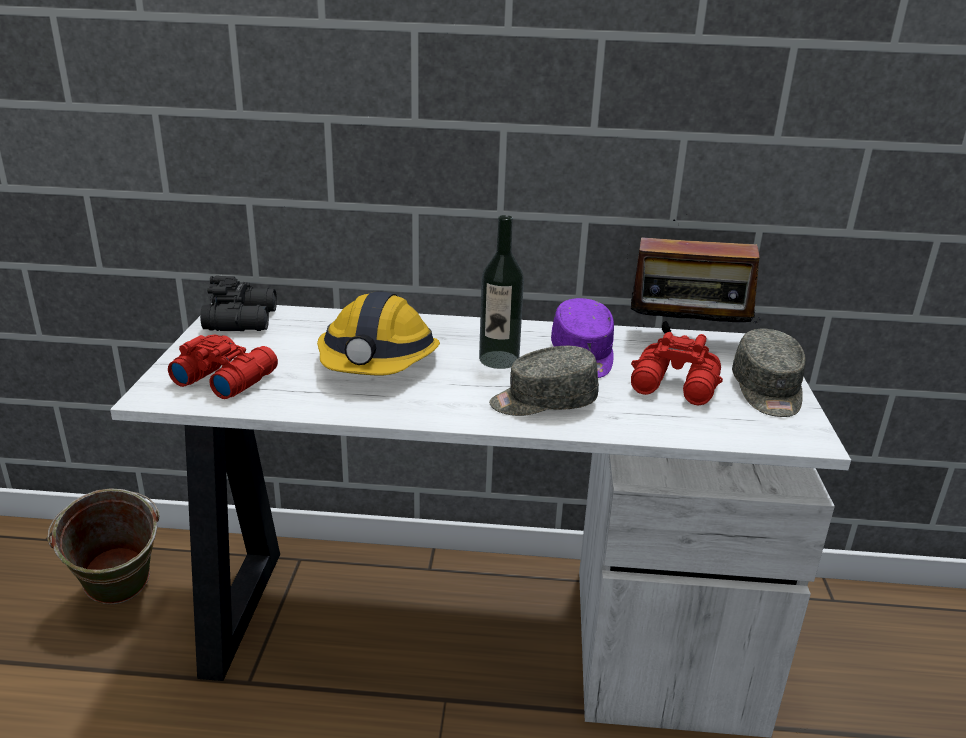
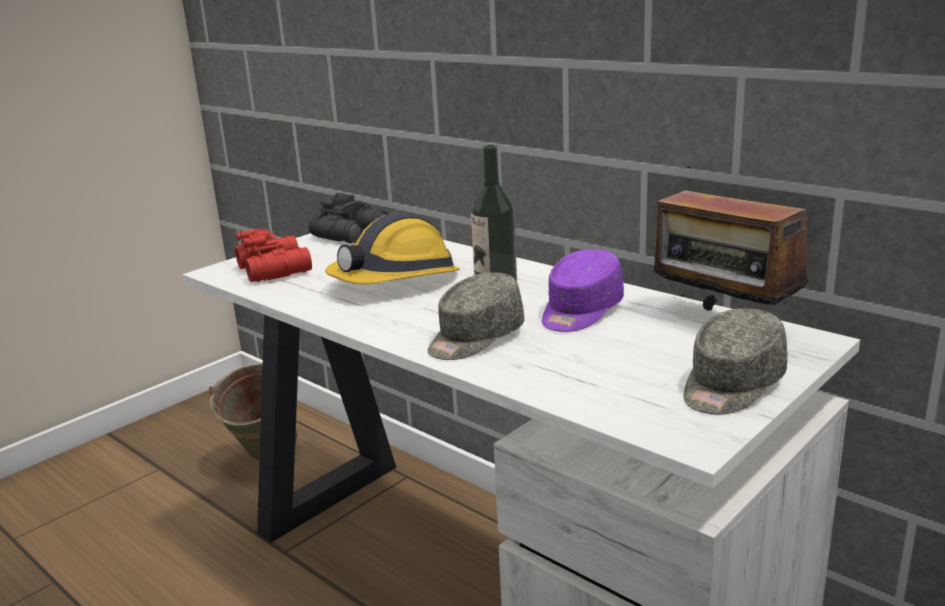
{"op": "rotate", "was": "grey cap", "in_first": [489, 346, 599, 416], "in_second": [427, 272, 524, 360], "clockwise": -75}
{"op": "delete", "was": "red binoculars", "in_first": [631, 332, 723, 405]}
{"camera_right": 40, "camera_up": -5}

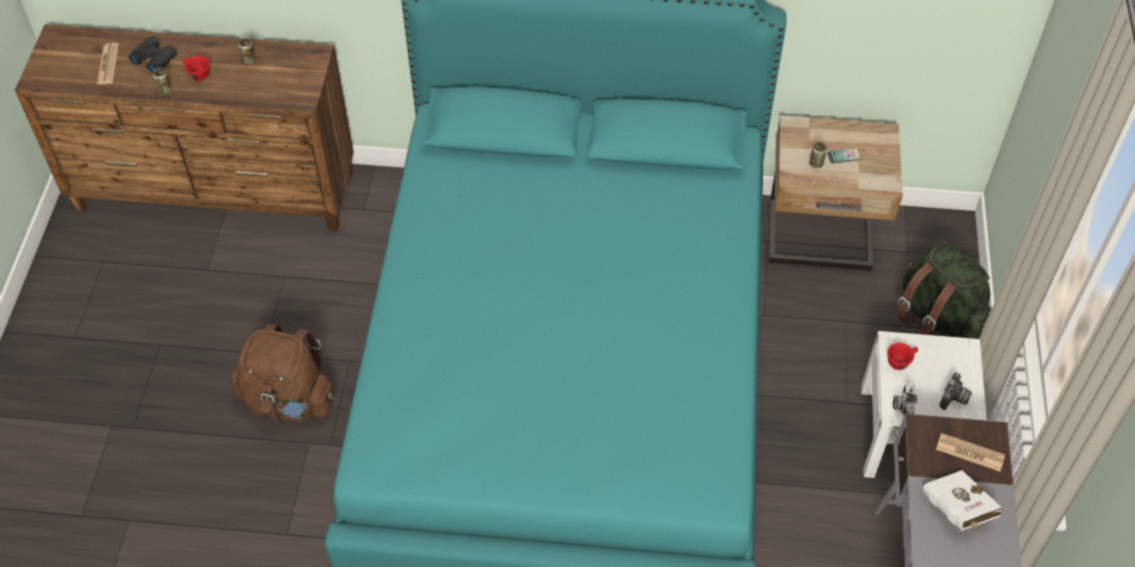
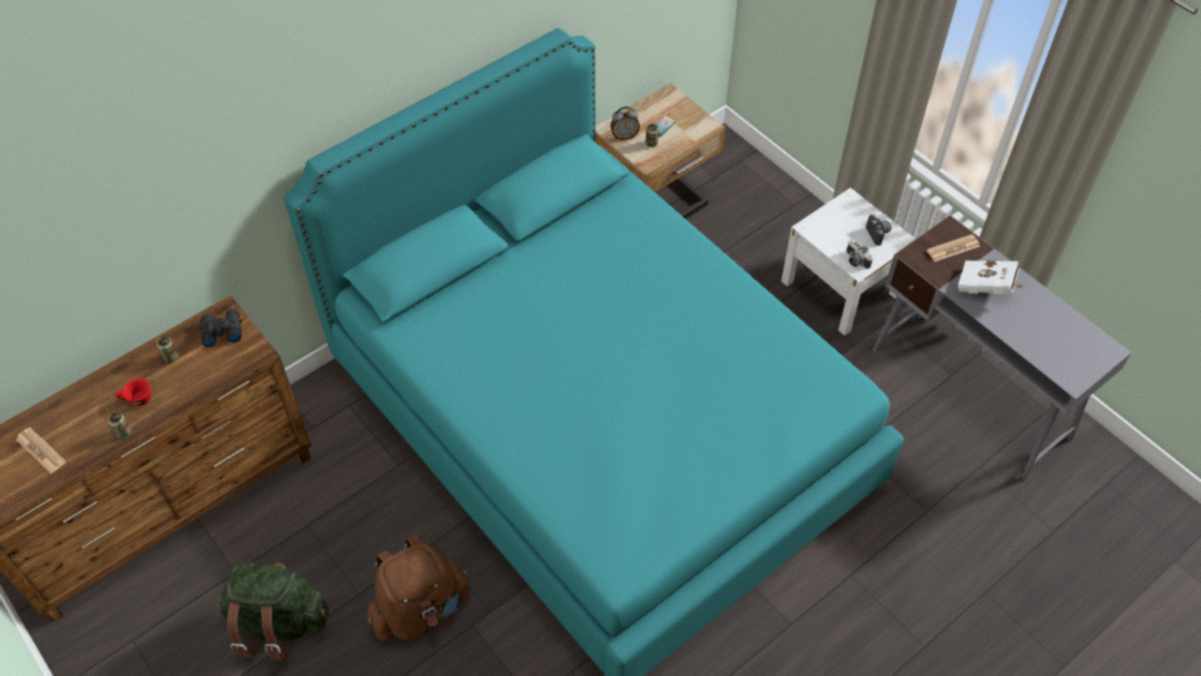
{"op": "move", "was": "black binoculars", "in_first": [129, 37, 177, 73], "in_second": [198, 309, 242, 347]}
{"op": "move", "was": "green backpack", "in_first": [897, 242, 992, 339], "in_second": [218, 563, 328, 661]}
{"op": "insert", "now": "alarm clock", "in_second": [610, 107, 640, 140]}
{"op": "delete", "was": "red cup", "in_first": [887, 343, 918, 370]}
{"camera_right": -45, "camera_up": 0}

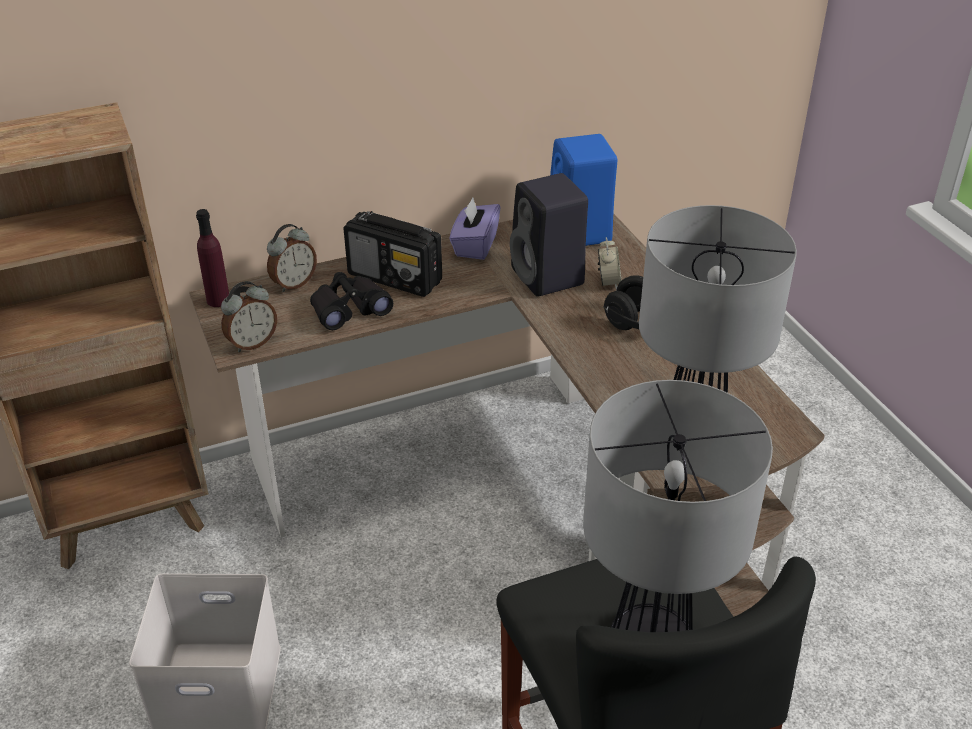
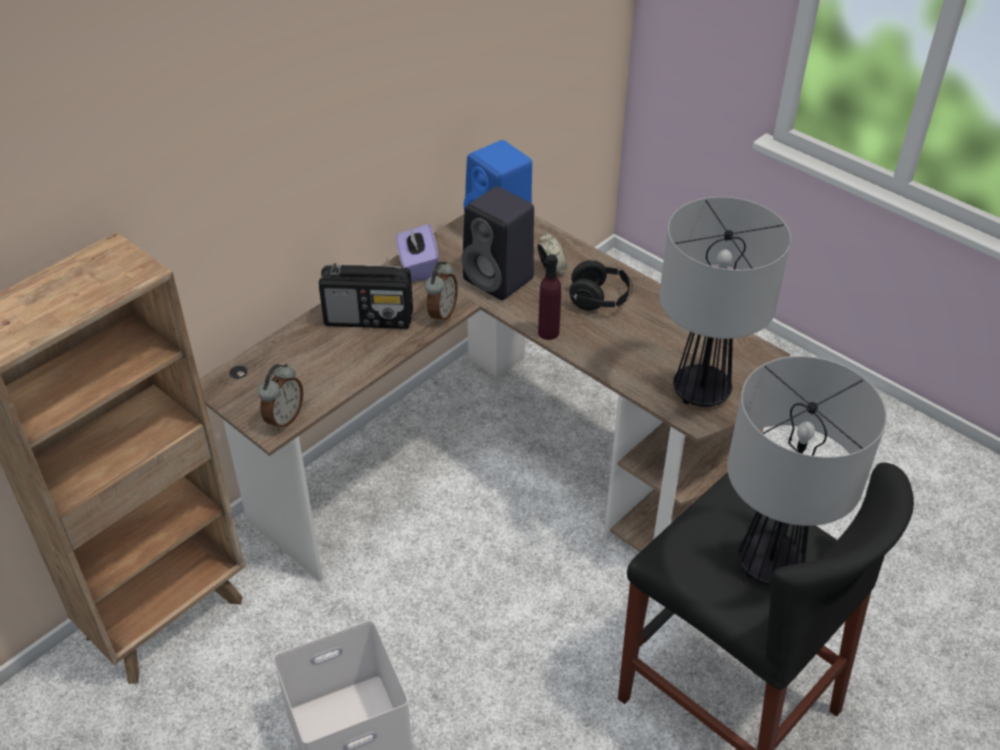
{"op": "move", "was": "alarm clock", "in_first": [267, 224, 317, 292], "in_second": [425, 261, 458, 324]}
{"op": "move", "was": "purple bottle", "in_first": [196, 209, 229, 307], "in_second": [538, 254, 561, 340]}
{"op": "delete", "was": "black binoculars", "in_first": [310, 272, 393, 330]}
{"camera_right": -25, "camera_up": 5}

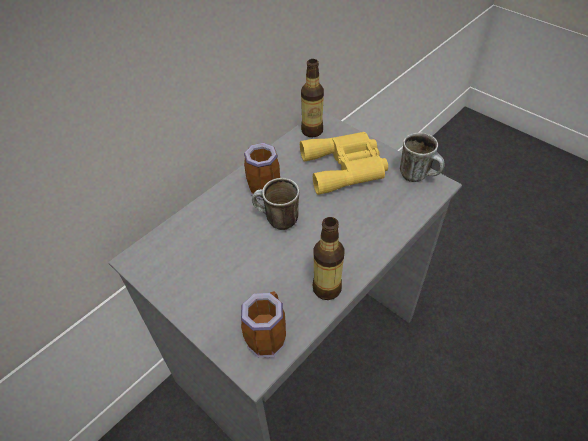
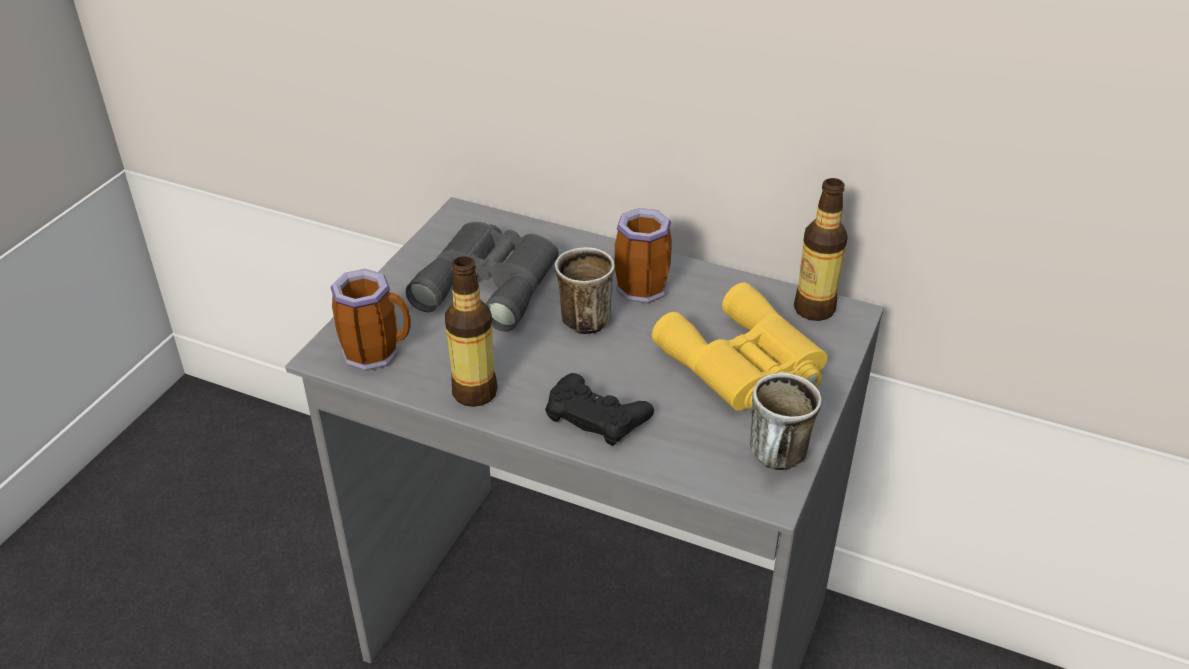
{"op": "insert", "now": "grey binoculars", "in_second": [406, 222, 559, 332]}
{"op": "insert", "now": "black game controller", "in_second": [545, 373, 654, 446]}
{"camera_right": 70, "camera_up": -10}

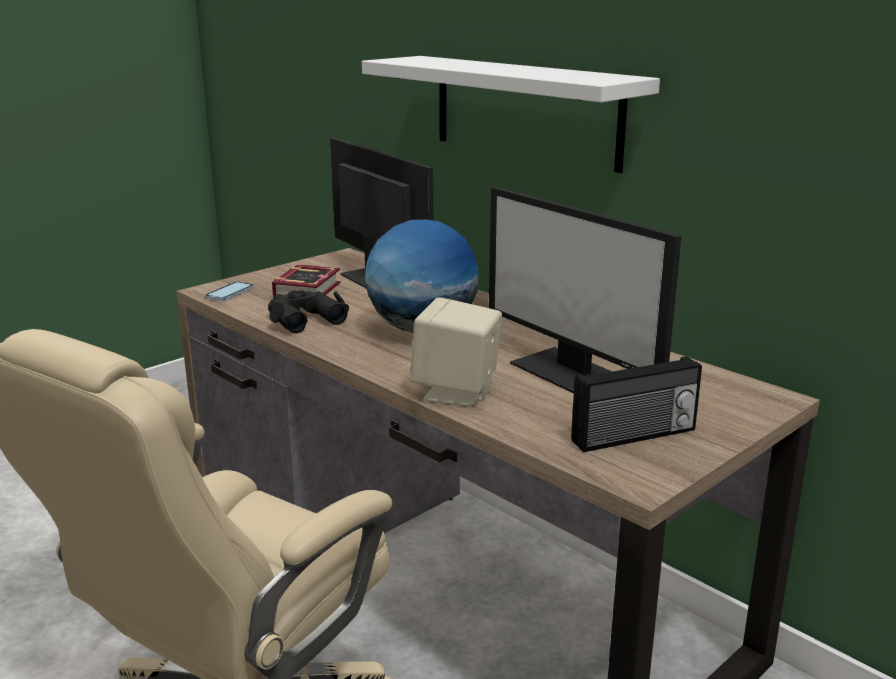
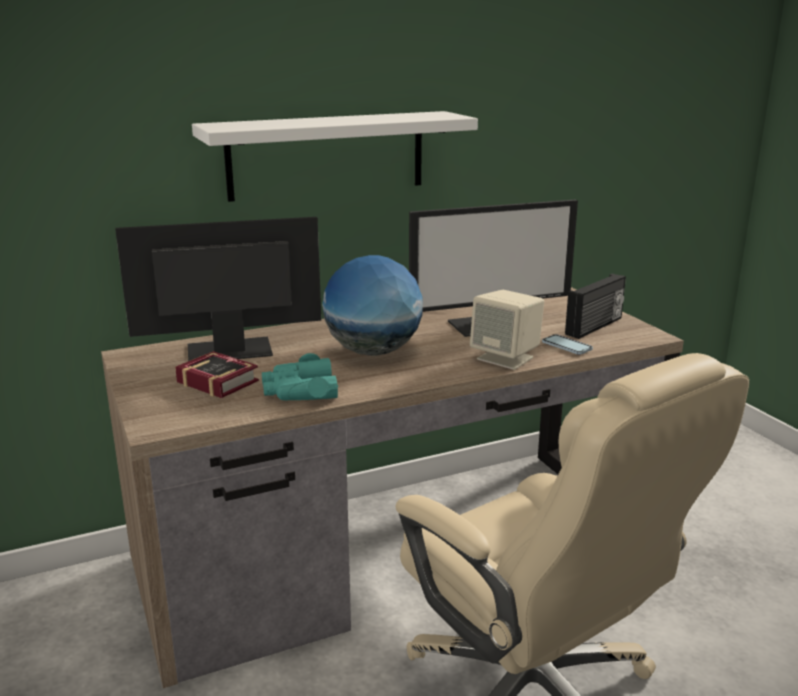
{"op": "recolor", "was": "black binoculars", "now": "turquoise binoculars", "in_first": [268, 290, 349, 333], "in_second": [262, 353, 338, 400]}
{"op": "move", "was": "phone", "in_first": [205, 281, 254, 301], "in_second": [542, 334, 593, 355]}
{"op": "rotate", "was": "radio", "in_first": [571, 356, 702, 452], "in_second": [565, 274, 626, 339], "clockwise": 45}
{"camera_right": -70, "camera_up": 0}

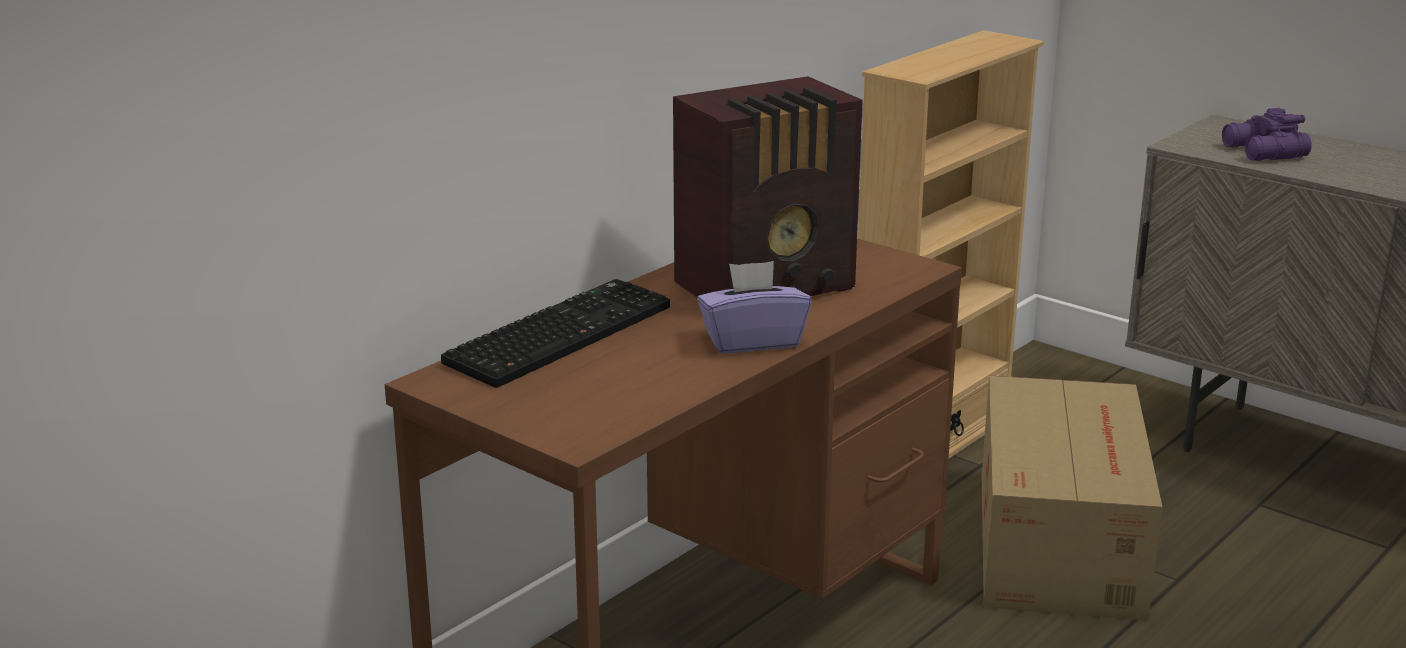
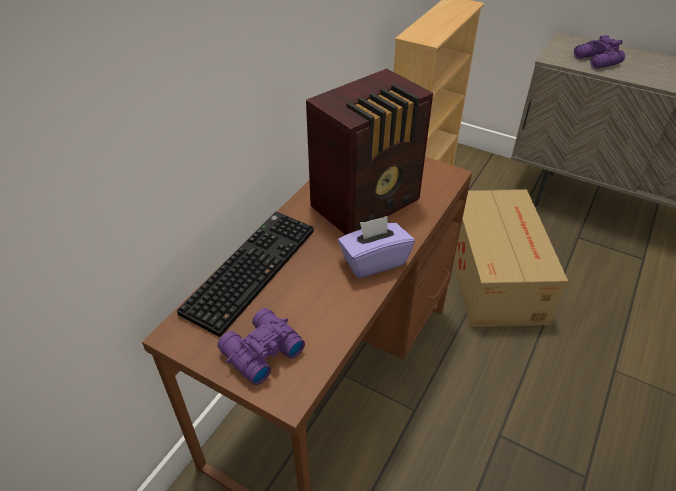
{"op": "insert", "now": "purple binoculars", "in_second": [218, 308, 305, 385]}
{"camera_right": -10, "camera_up": 20}

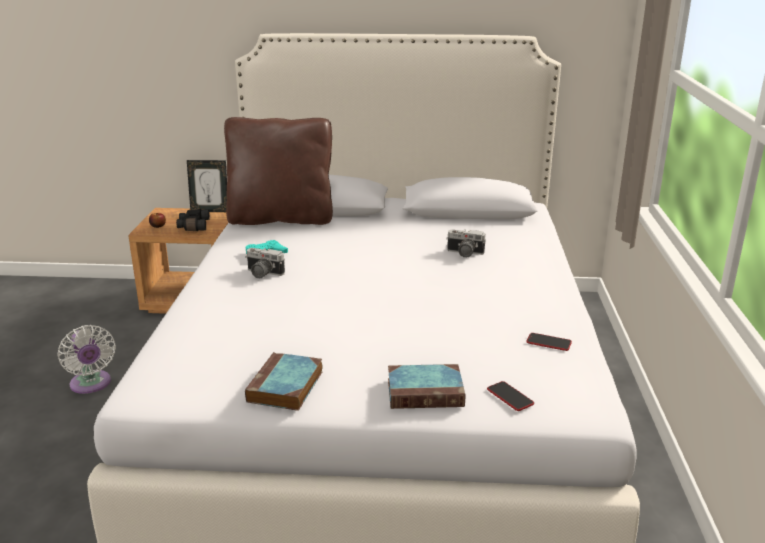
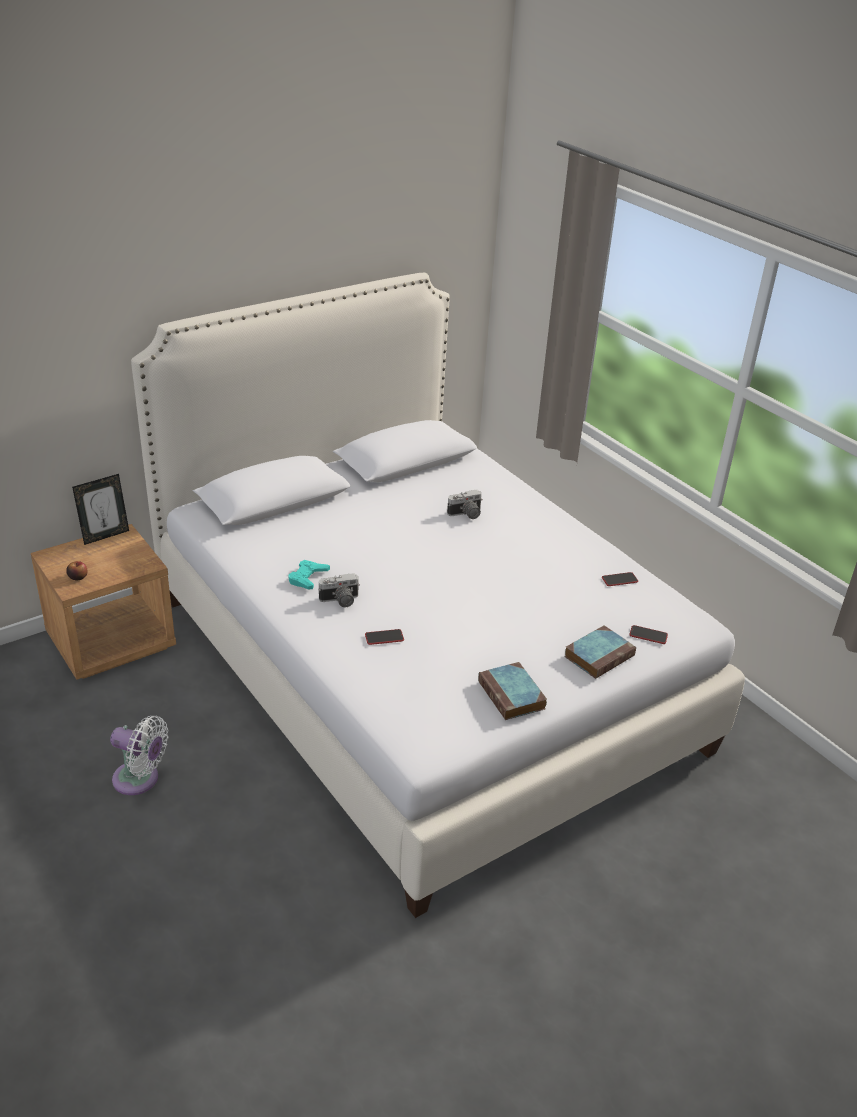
{"op": "insert", "now": "phone", "in_second": [365, 629, 404, 645]}
{"op": "delete", "was": "black binoculars", "in_first": [176, 209, 210, 231]}
{"op": "delete", "was": "brown pillow", "in_first": [224, 117, 333, 225]}
{"camera_right": -40, "camera_up": 10}

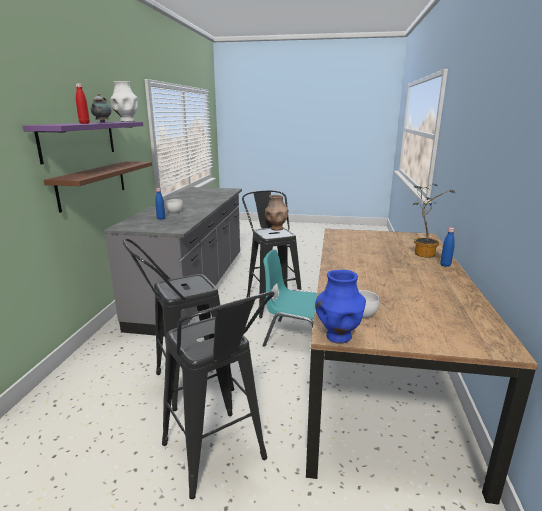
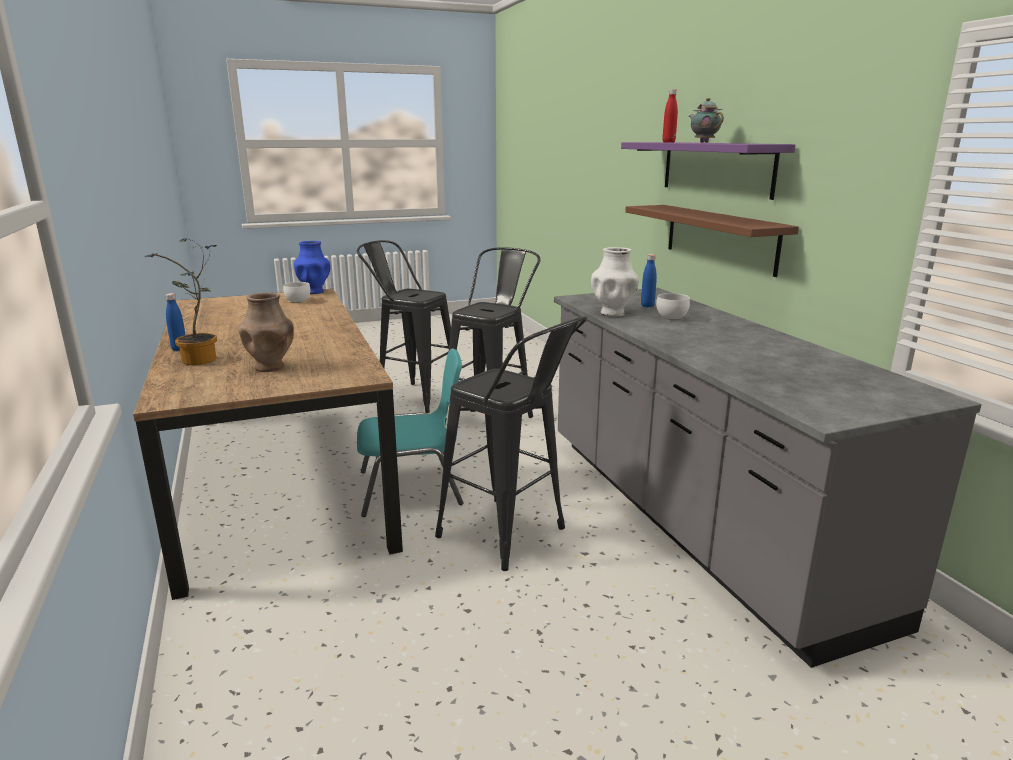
{"op": "move", "was": "brown vase", "in_first": [265, 195, 288, 231], "in_second": [238, 292, 294, 372]}
{"op": "move", "was": "white vase", "in_first": [110, 81, 138, 122], "in_second": [591, 247, 639, 317]}
{"camera_right": 150, "camera_up": 0}

